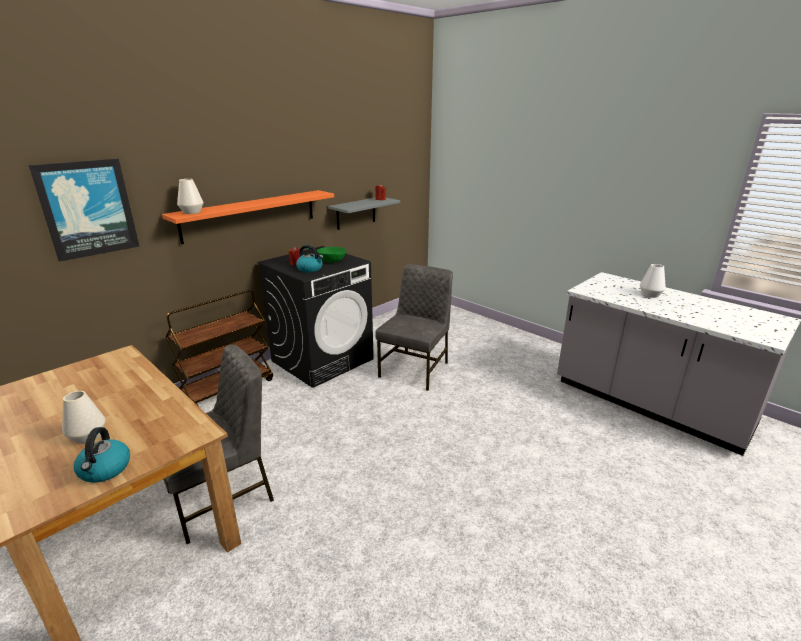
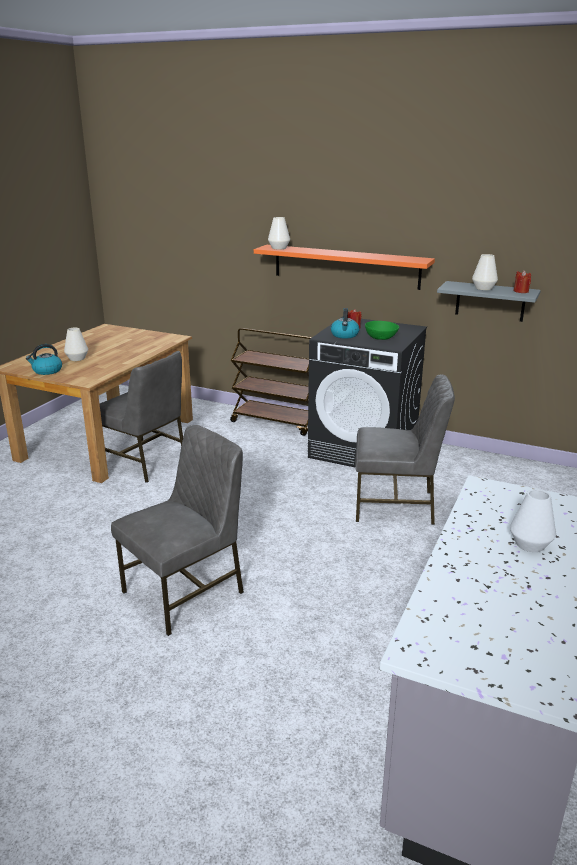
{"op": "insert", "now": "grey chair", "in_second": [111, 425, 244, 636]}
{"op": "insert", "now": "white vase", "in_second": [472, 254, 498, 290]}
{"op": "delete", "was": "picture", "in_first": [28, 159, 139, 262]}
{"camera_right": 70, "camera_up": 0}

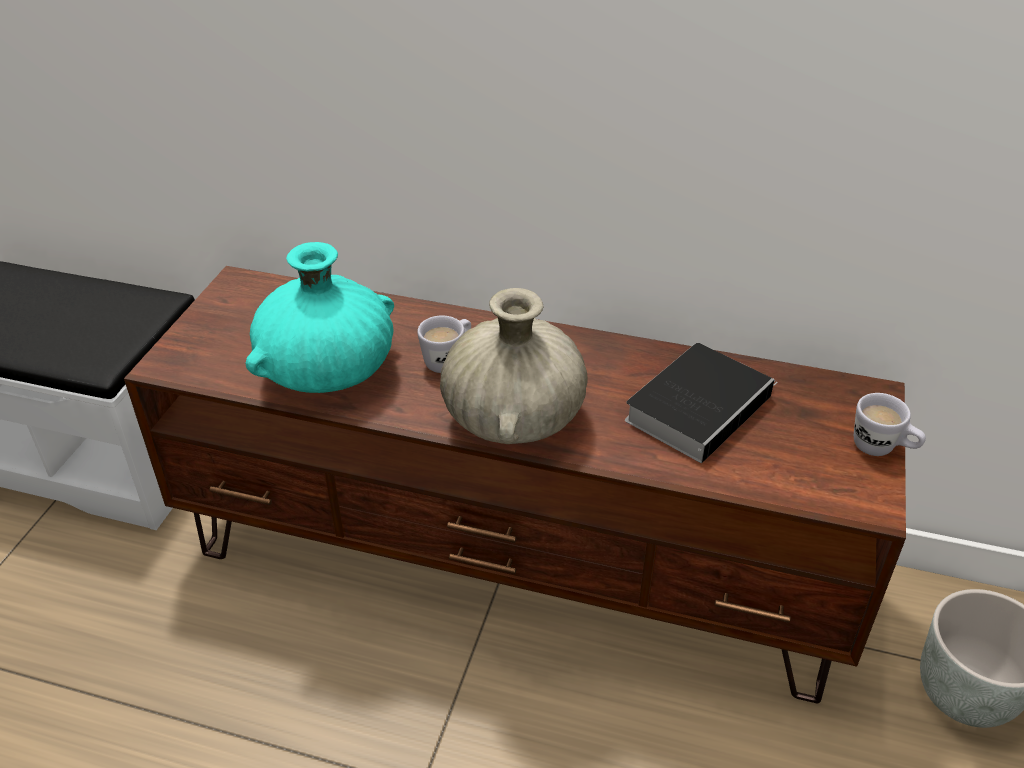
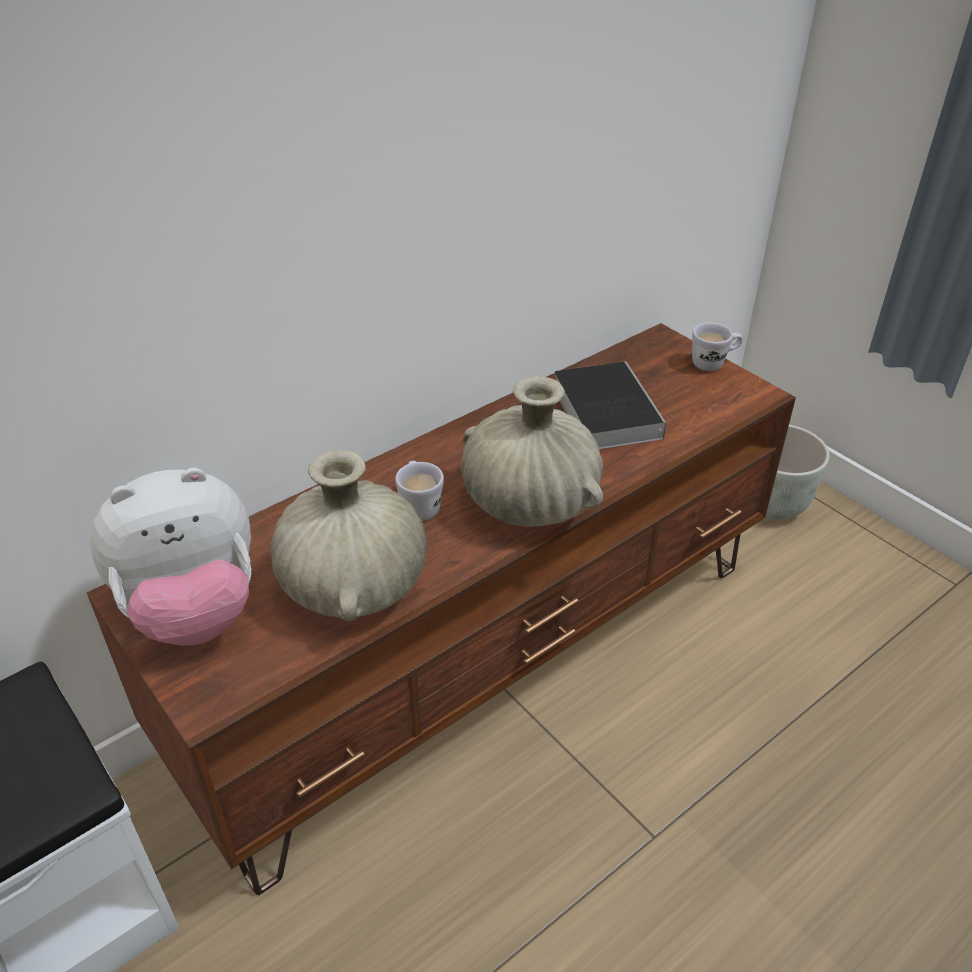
{"op": "insert", "now": "plush toy", "in_second": [90, 468, 251, 646]}
{"op": "recolor", "was": "turquoise vase", "now": "beige vase", "in_first": [245, 242, 394, 393], "in_second": [270, 450, 427, 621]}
{"camera_right": -55, "camera_up": 0}

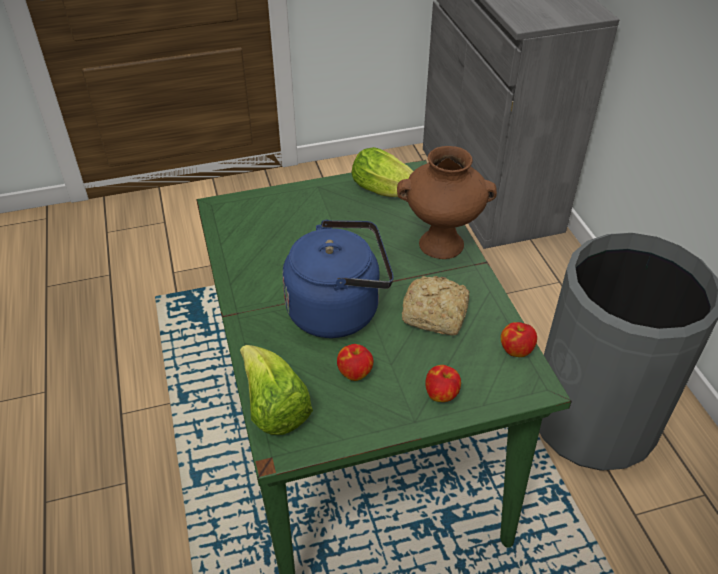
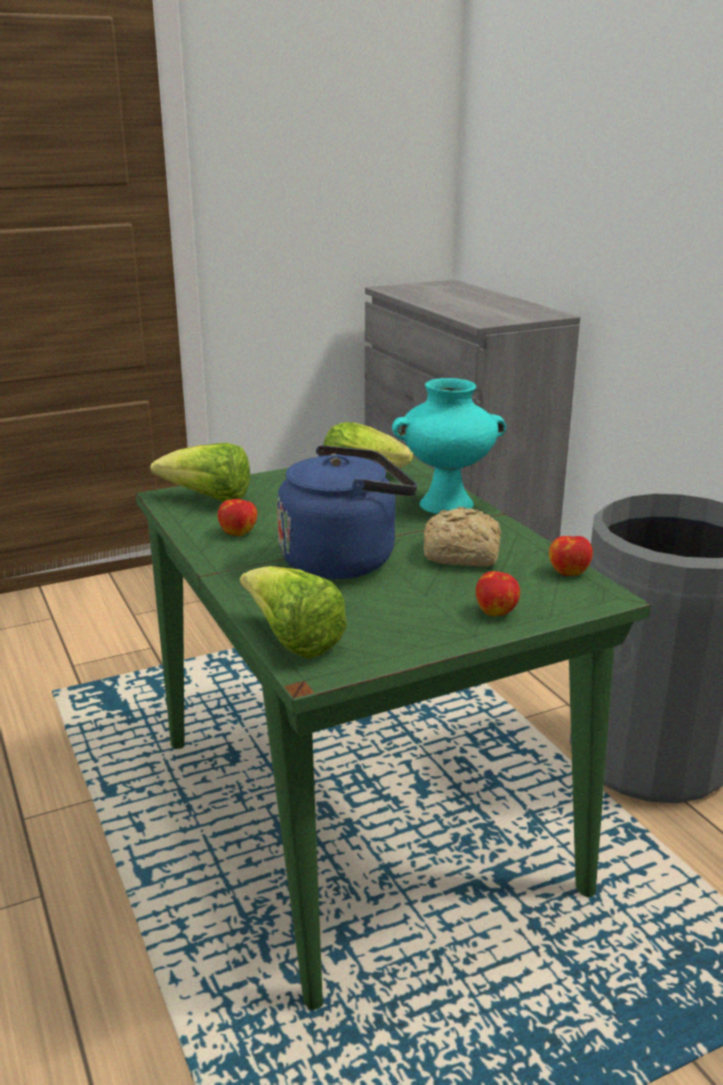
{"op": "insert", "now": "lettuce", "in_second": [150, 443, 251, 502]}
{"op": "move", "was": "apple", "in_first": [337, 344, 373, 381], "in_second": [218, 499, 257, 536]}
{"op": "recolor", "was": "brown vase", "now": "turquoise vase", "in_first": [397, 146, 497, 259], "in_second": [392, 378, 506, 514]}
{"camera_right": -10, "camera_up": -20}

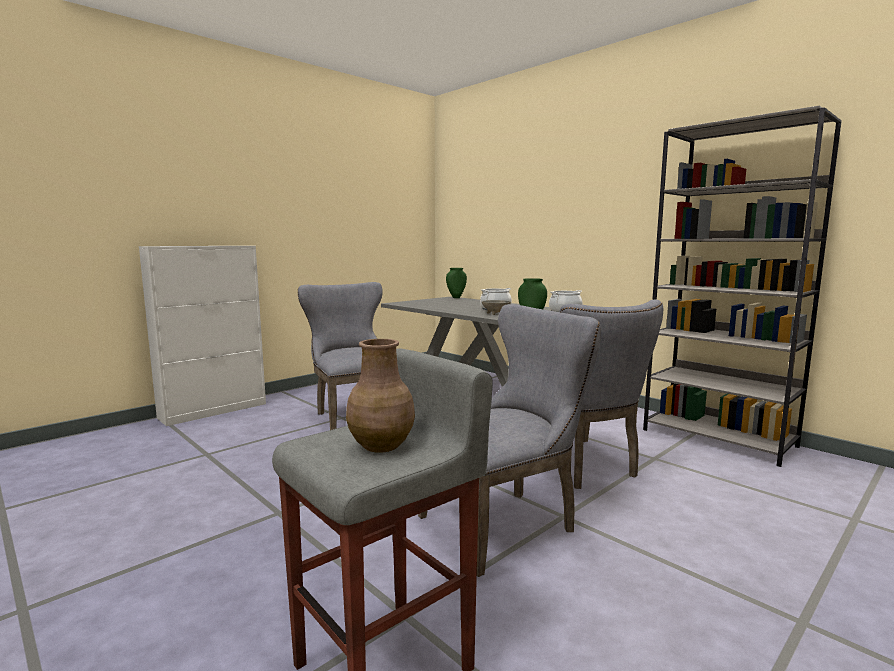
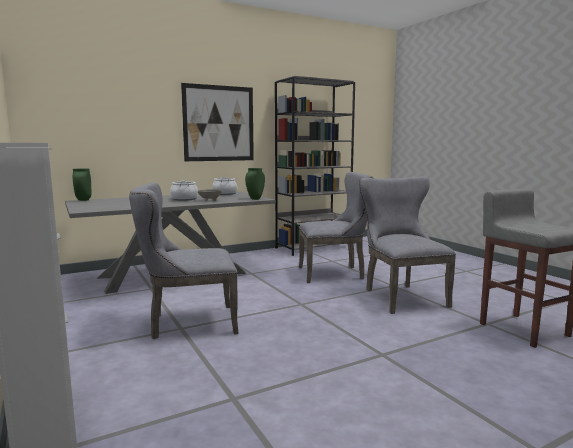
{"op": "insert", "now": "picture", "in_second": [181, 83, 254, 161]}
{"op": "delete", "was": "brown vase", "in_first": [346, 339, 415, 453]}
{"camera_right": -75, "camera_up": 0}

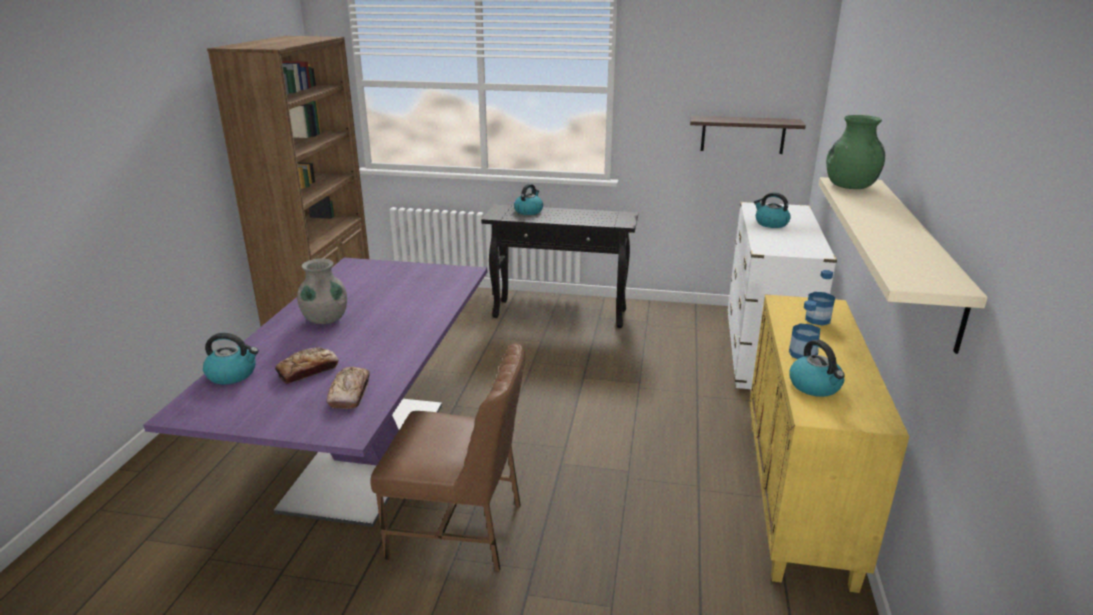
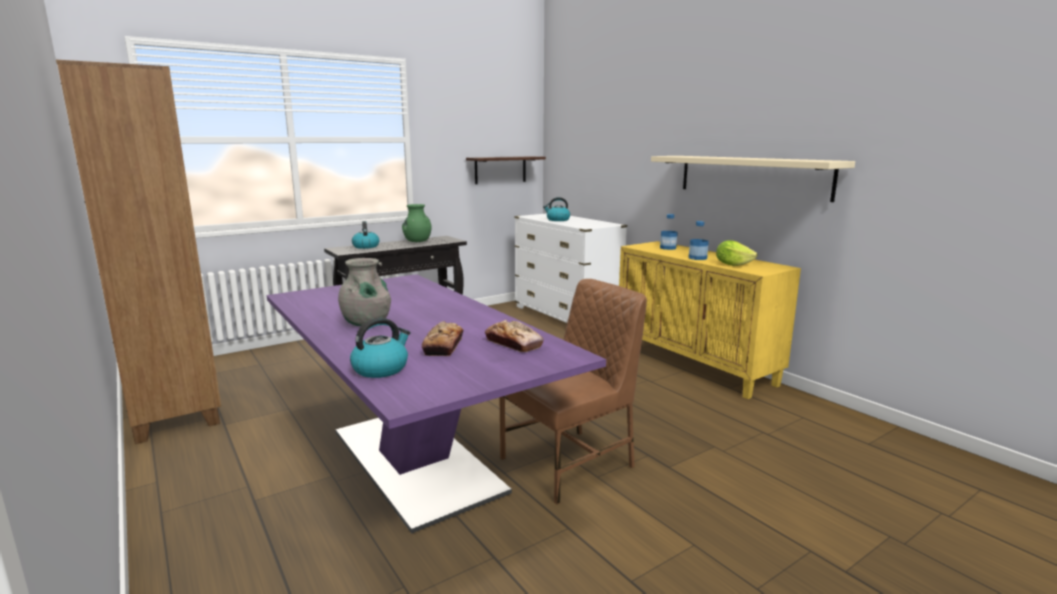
{"op": "move", "was": "green vase", "in_first": [826, 115, 885, 189], "in_second": [402, 204, 431, 242]}
{"op": "replace", "was": "kettle", "now": "lettuce", "in_first": [789, 340, 844, 397], "in_second": [716, 240, 758, 266]}
{"camera_right": -45, "camera_up": -10}

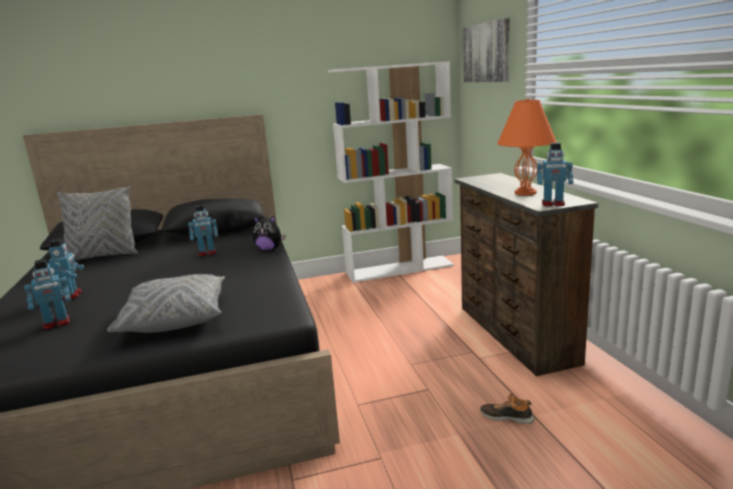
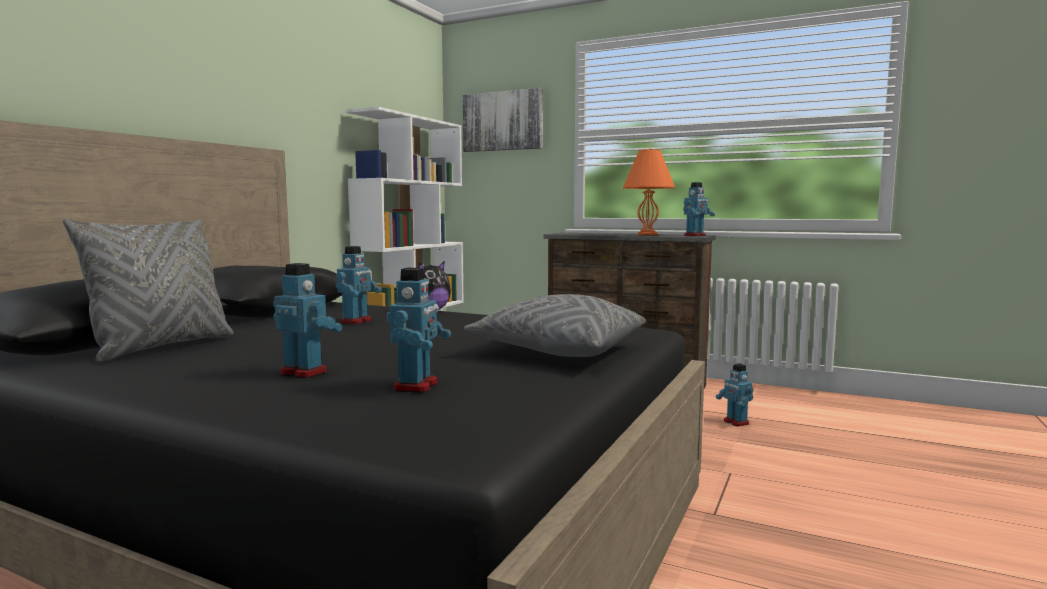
{"op": "replace", "was": "shoe", "now": "toy robot", "in_first": [480, 393, 534, 424], "in_second": [716, 364, 754, 427]}
{"camera_right": -50, "camera_up": -10}

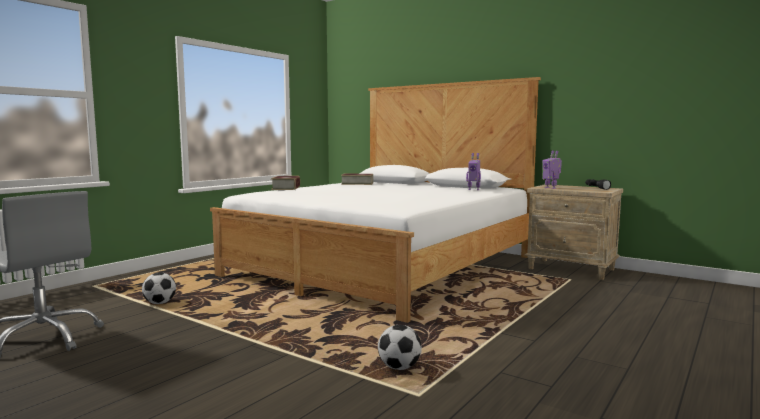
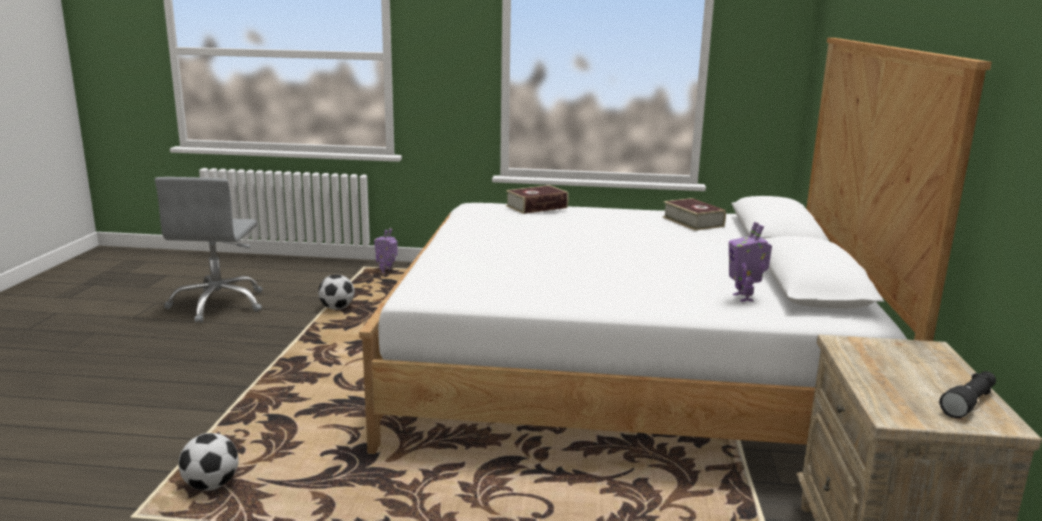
{"op": "move", "was": "toy robot", "in_first": [543, 151, 562, 189], "in_second": [374, 228, 398, 273]}
{"camera_right": 60, "camera_up": 10}

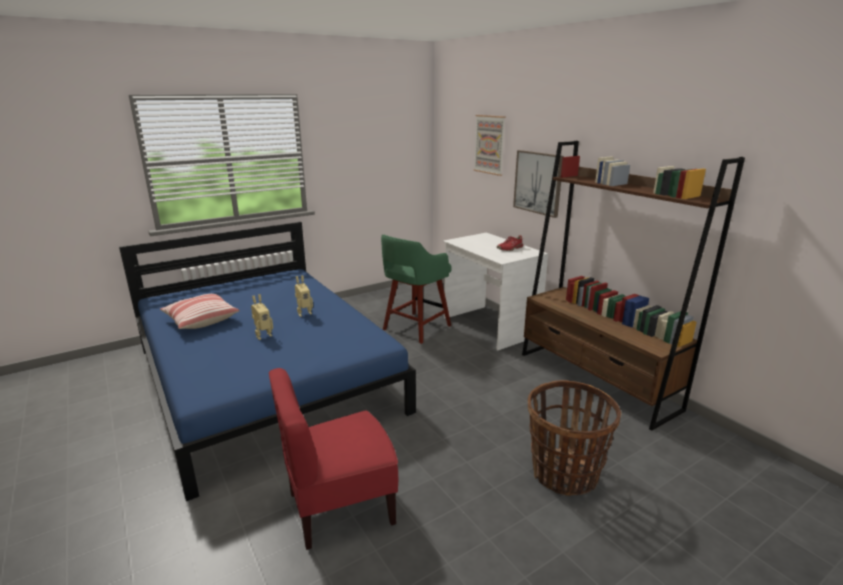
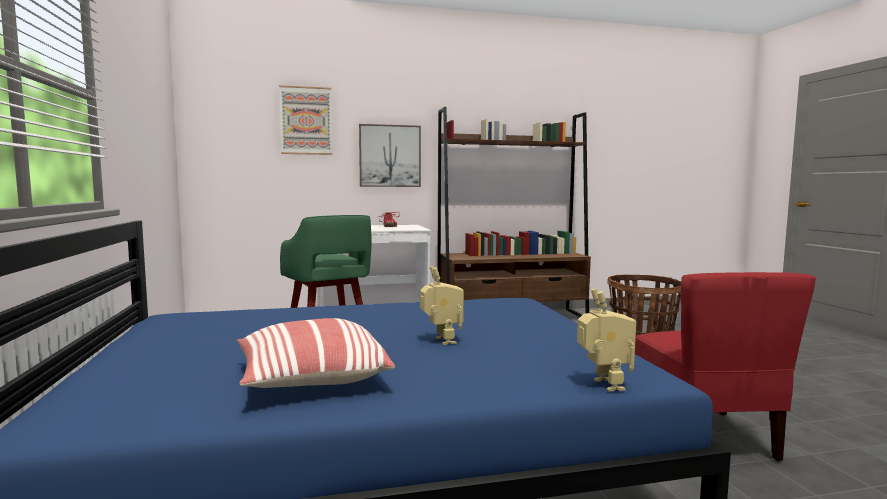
{"op": "move", "was": "toy robot", "in_first": [295, 275, 313, 317], "in_second": [577, 289, 636, 392]}
{"camera_right": -70, "camera_up": -15}

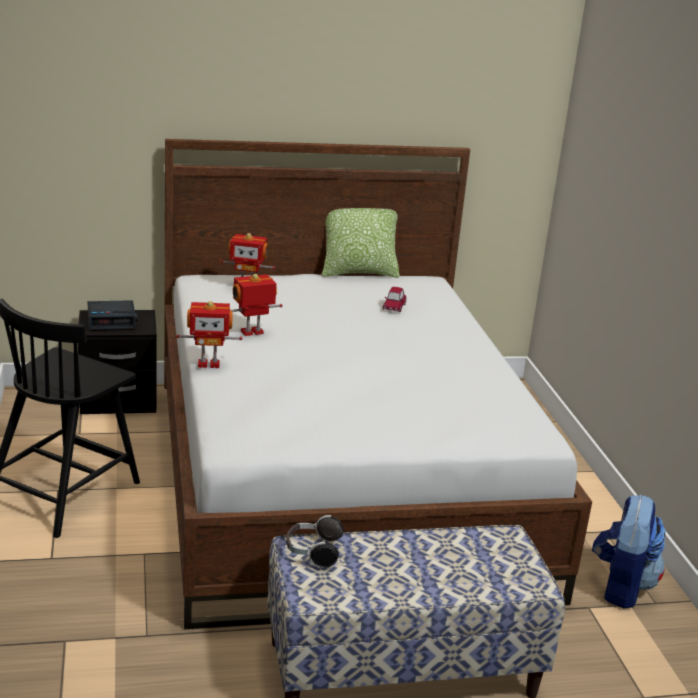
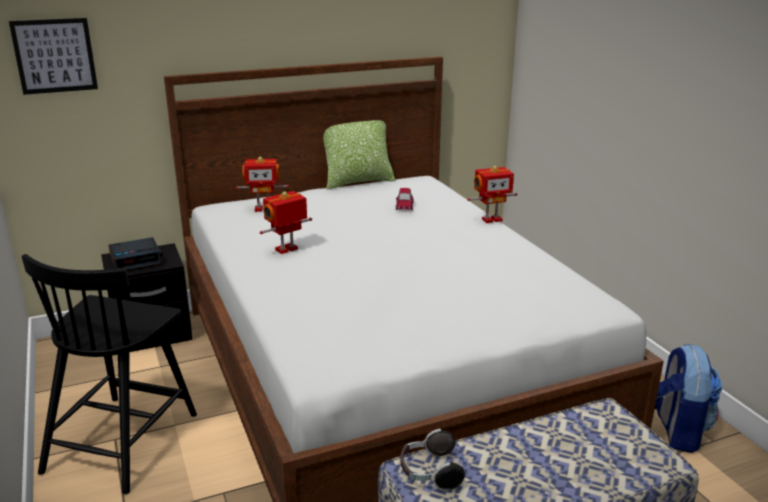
{"op": "insert", "now": "picture", "in_second": [9, 18, 98, 95]}
{"op": "move", "was": "toy robot", "in_first": [176, 301, 243, 368], "in_second": [467, 166, 518, 223]}
{"camera_right": -10, "camera_up": 0}

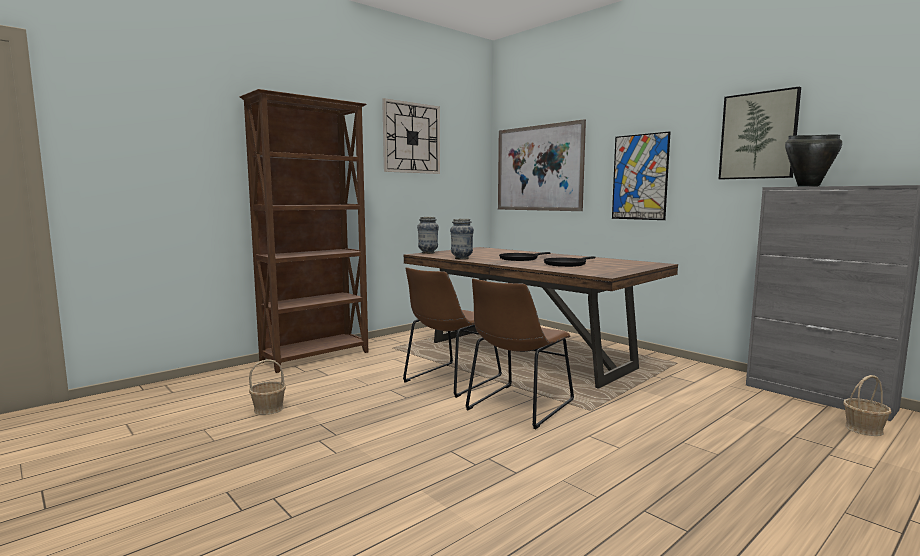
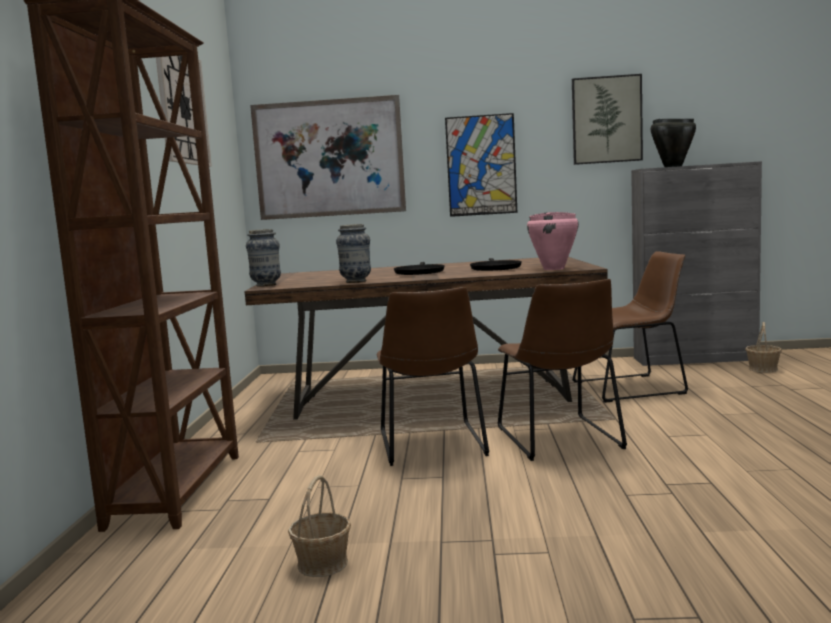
{"op": "insert", "now": "pink cooking pot", "in_second": [527, 212, 579, 270]}
{"op": "insert", "now": "brown chair", "in_second": [572, 251, 688, 403]}
{"camera_right": -45, "camera_up": 0}

